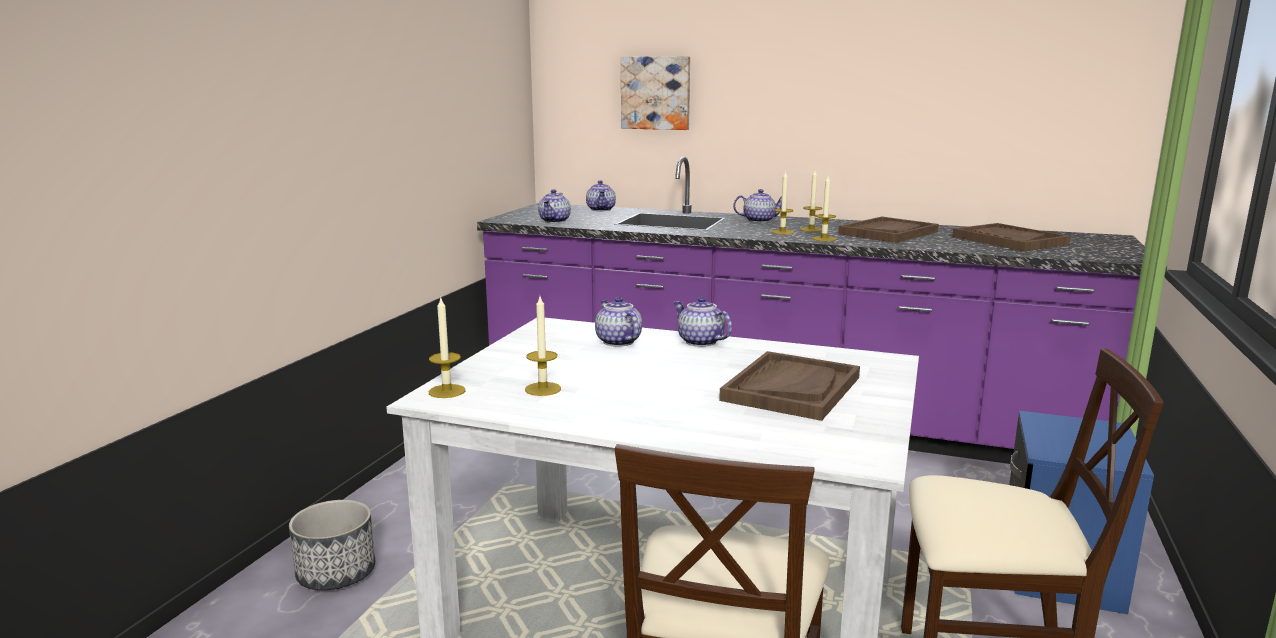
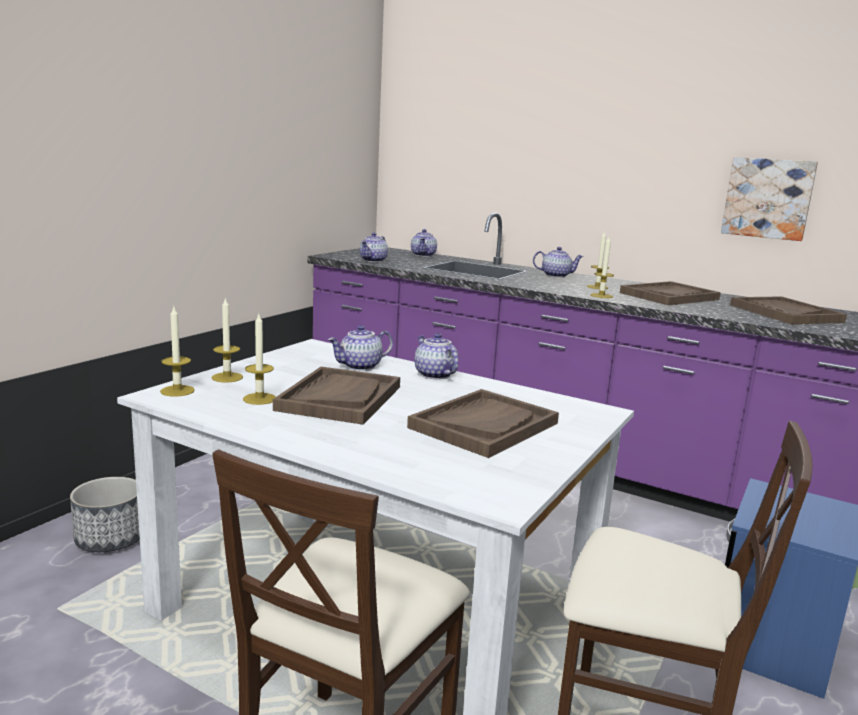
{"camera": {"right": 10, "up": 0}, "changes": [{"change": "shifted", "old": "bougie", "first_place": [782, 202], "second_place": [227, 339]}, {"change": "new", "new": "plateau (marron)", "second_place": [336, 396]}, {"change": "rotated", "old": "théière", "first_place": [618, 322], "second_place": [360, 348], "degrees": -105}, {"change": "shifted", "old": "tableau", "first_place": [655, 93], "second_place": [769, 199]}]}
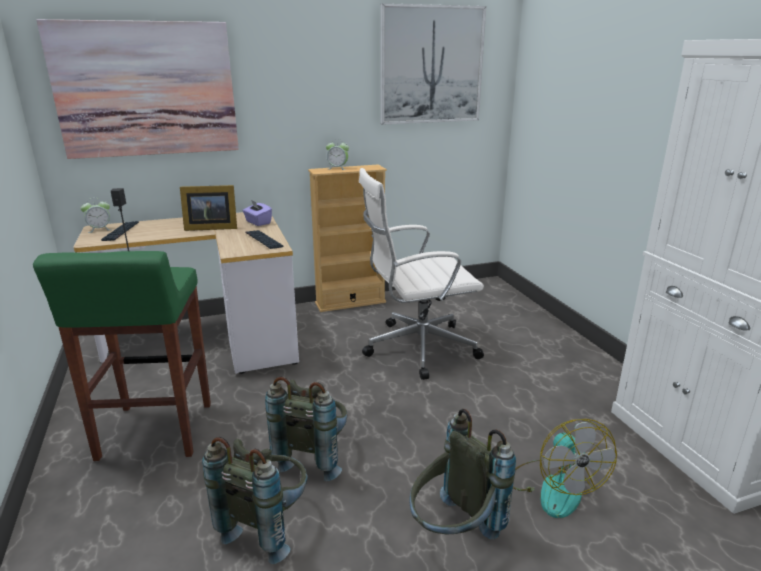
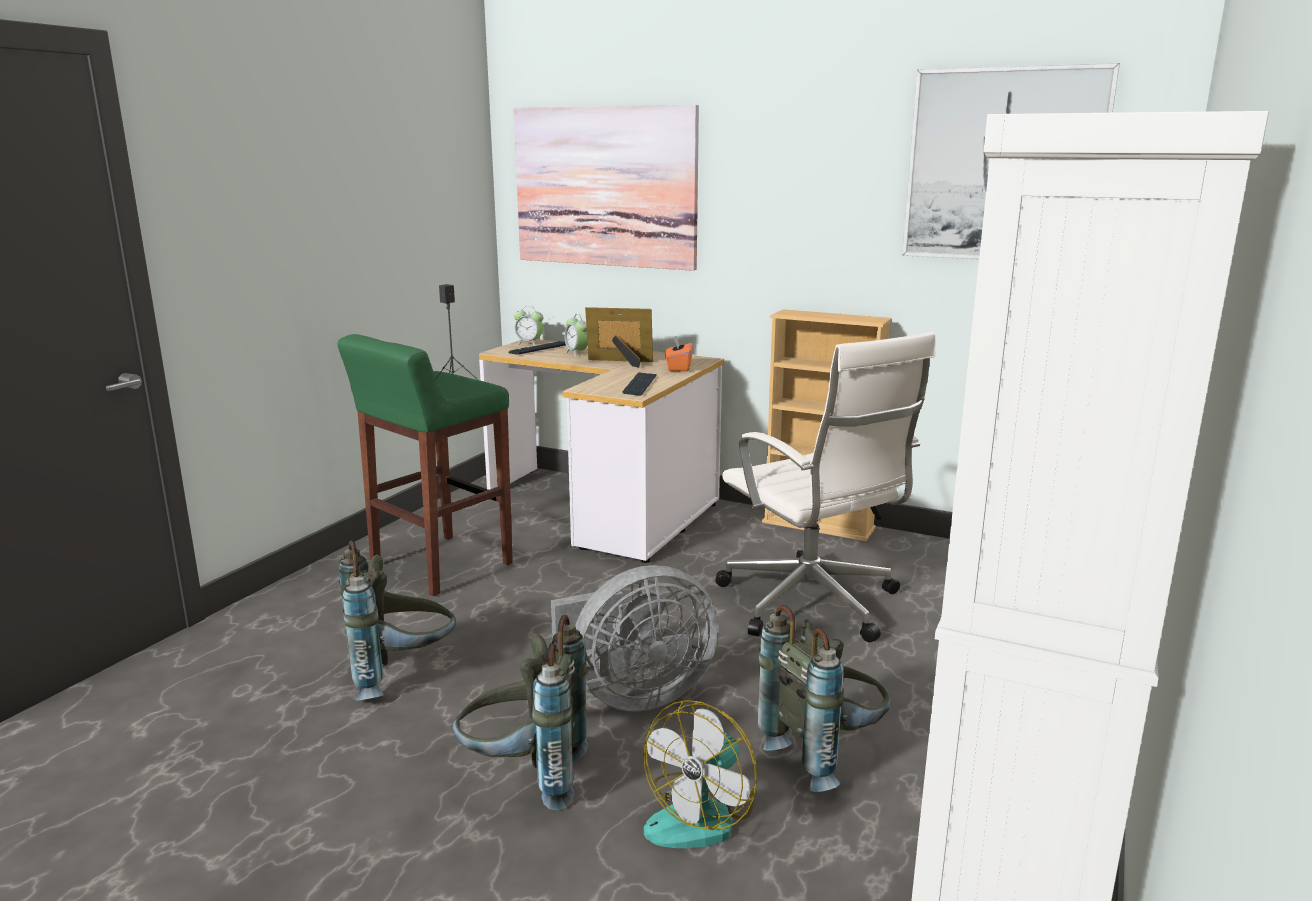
{"camera": {"right": 45, "up": -5}, "changes": [{"change": "new", "new": "ventilateur (gris)", "second_place": [635, 638]}, {"change": "shifted", "old": "réveil", "first_place": [337, 154], "second_place": [576, 335]}, {"change": "rotated", "old": "cadre photo", "first_place": [208, 208], "second_place": [619, 337], "degrees": 150}, {"change": "repainted", "old": "boîte à mouchoirs (violet)", "new": "boîte à mouchoirs (orange)", "first_place": [257, 213], "second_place": [679, 354]}, {"change": "rotated", "old": "chaise de bureau (blanc)", "first_place": [421, 274], "second_place": [825, 487], "degrees": -150}, {"change": "shifted", "old": "sac à dos (gris)", "first_place": [306, 428], "second_place": [824, 698]}]}
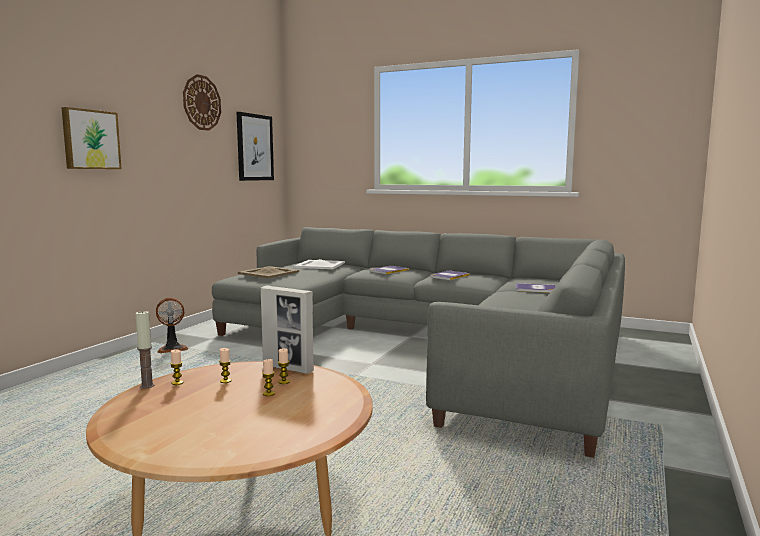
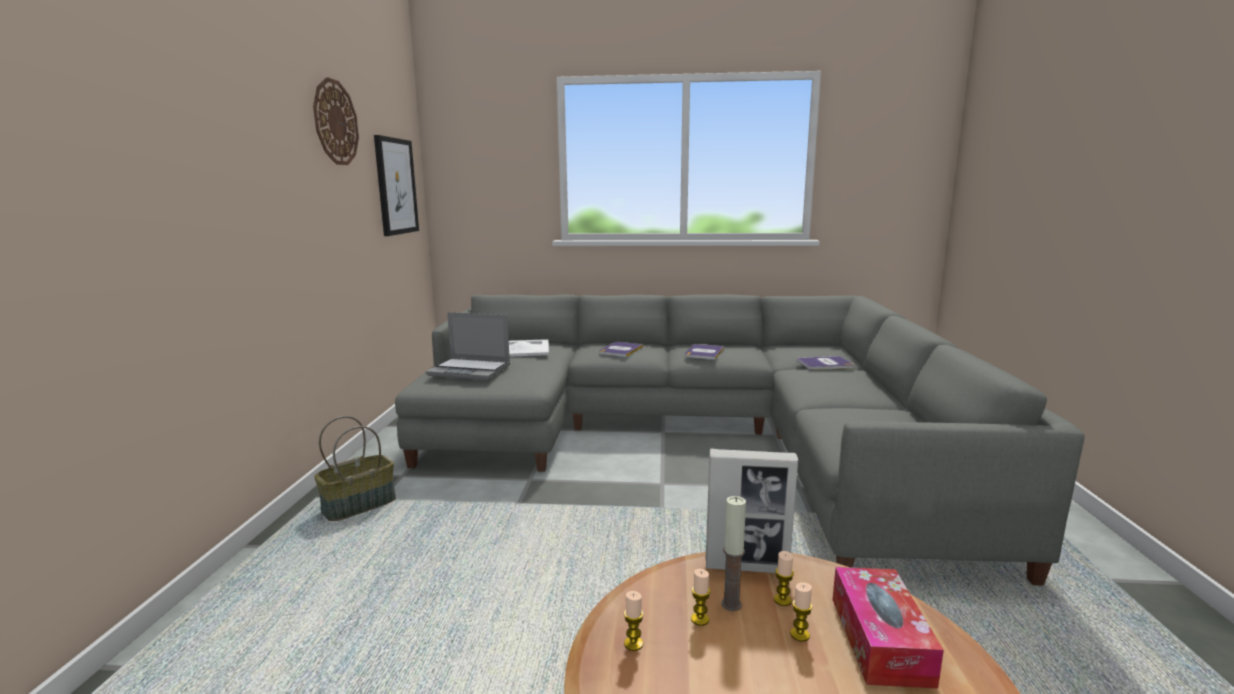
{"camera": {"right": -20, "up": 5}, "changes": [{"change": "swapped", "old": "ventilateur", "new": "panier", "first_place": [172, 325], "second_place": [355, 468]}, {"change": "swapped", "old": "plateau (beige)", "new": "ordinateur portable", "first_place": [268, 272], "second_place": [468, 346]}, {"change": "shifted", "old": "bougie", "first_place": [145, 349], "second_place": [733, 553]}, {"change": "new", "new": "boîte à mouchoirs", "second_place": [888, 628]}, {"change": "gone", "old": "tableau", "first_place": [91, 138]}]}
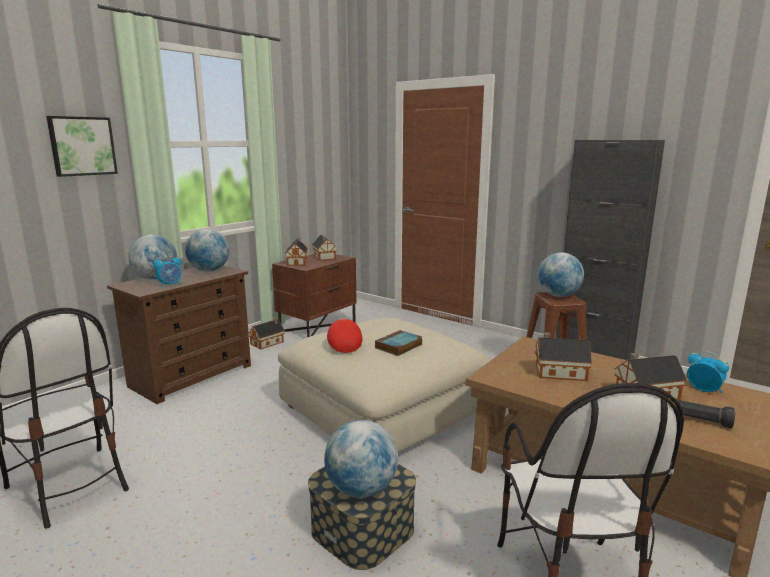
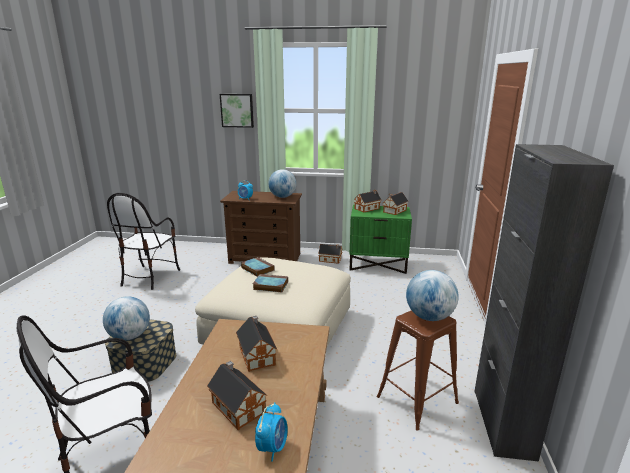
{"camera": {"right": 60, "up": 5}, "changes": [{"change": "swapped", "old": "casquette (rouge)", "new": "livre", "first_place": [344, 335], "second_place": [258, 267]}, {"change": "repainted", "old": "table de chevet (marron)", "new": "table de chevet (vert)", "first_place": [314, 295], "second_place": [380, 239]}, {"change": "gone", "old": "globe", "first_place": [152, 257]}, {"change": "gone", "old": "lampe de poche (noir)", "first_place": [706, 414]}]}
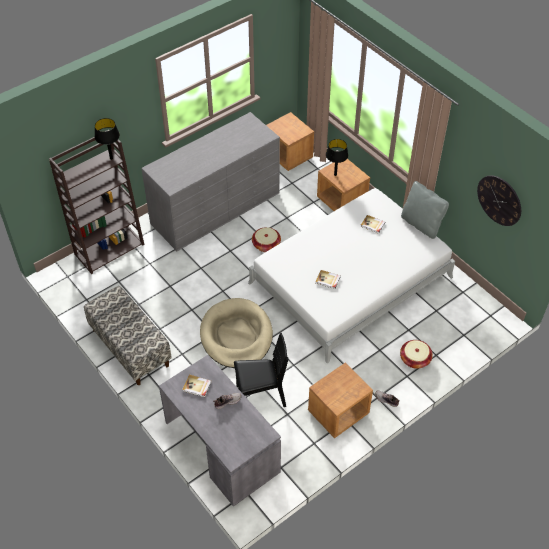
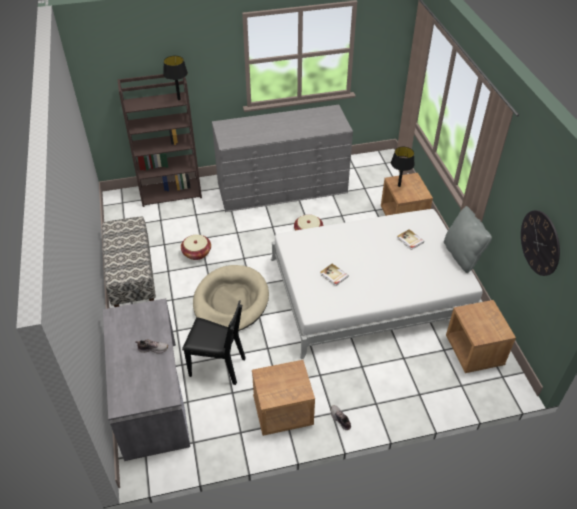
{"camera": {"right": 25, "up": -5}, "changes": [{"change": "shifted", "old": "panier", "first_place": [416, 354], "second_place": [196, 247]}, {"change": "shifted", "old": "table de chevet (marron)", "first_place": [290, 141], "second_place": [481, 336]}, {"change": "gone", "old": "livre", "first_place": [196, 386]}]}
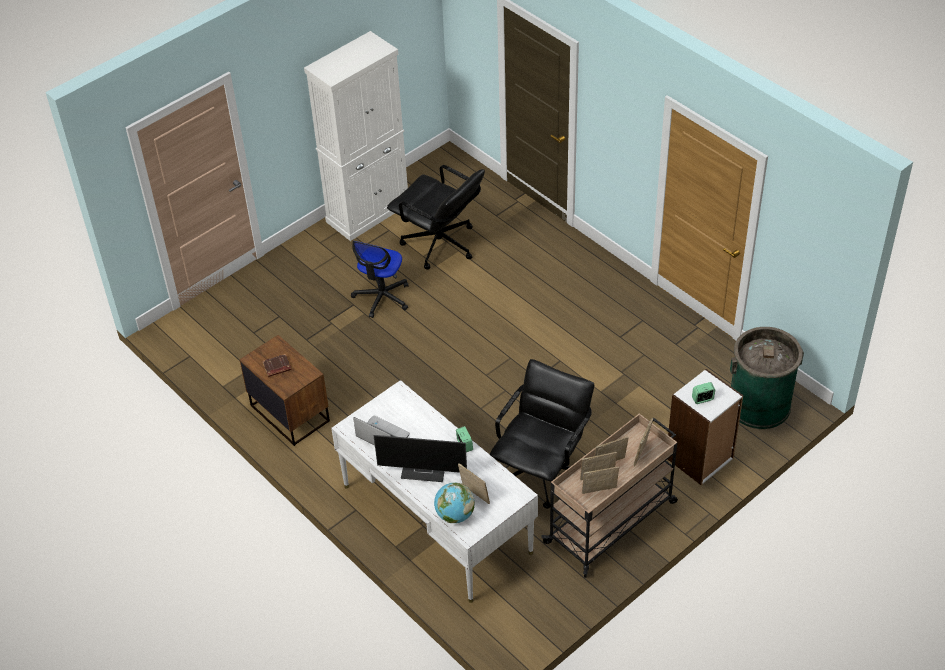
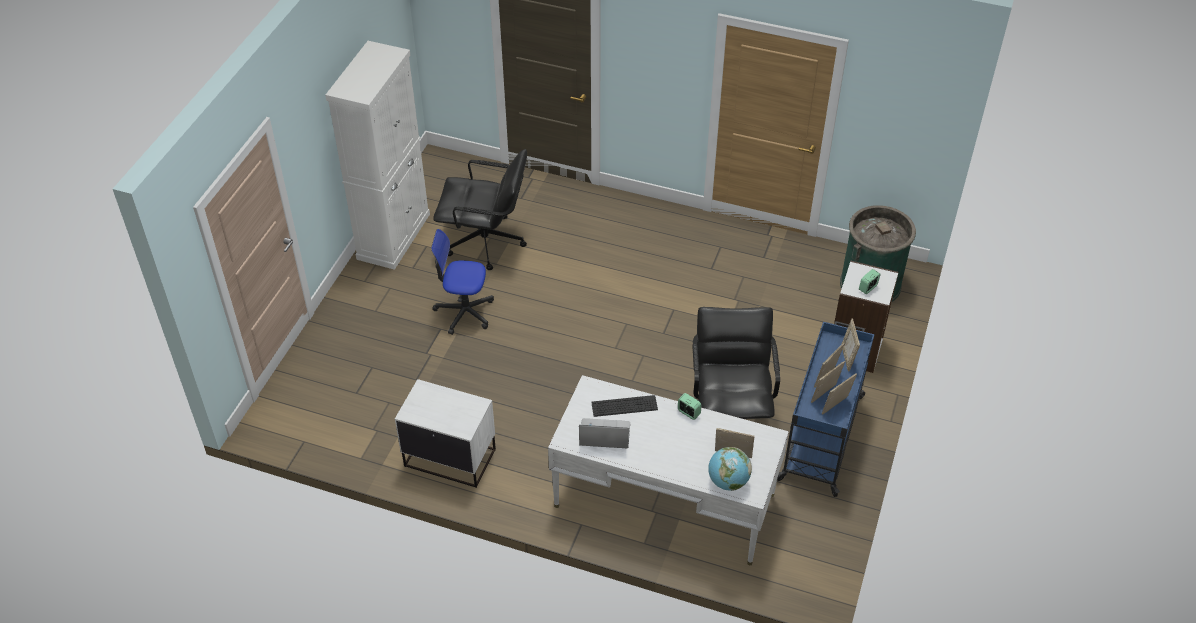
{"camera": {"right": -30, "up": 0}, "changes": [{"change": "repainted", "old": "table de chevet (marron)", "new": "table de chevet (blanc)", "first_place": [284, 390], "second_place": [445, 433]}, {"change": "rotated", "old": "chaise de bureau", "first_place": [380, 279], "second_place": [462, 282], "degrees": 105}, {"change": "new", "new": "clavier", "second_place": [624, 406]}, {"change": "repainted", "old": "chariot (beige)", "new": "chariot (bleu)", "first_place": [609, 495], "second_place": [825, 409]}, {"change": "gone", "old": "livre (marron)", "first_place": [276, 365]}, {"change": "gone", "old": "écran d'ordinateur", "first_place": [420, 458]}]}
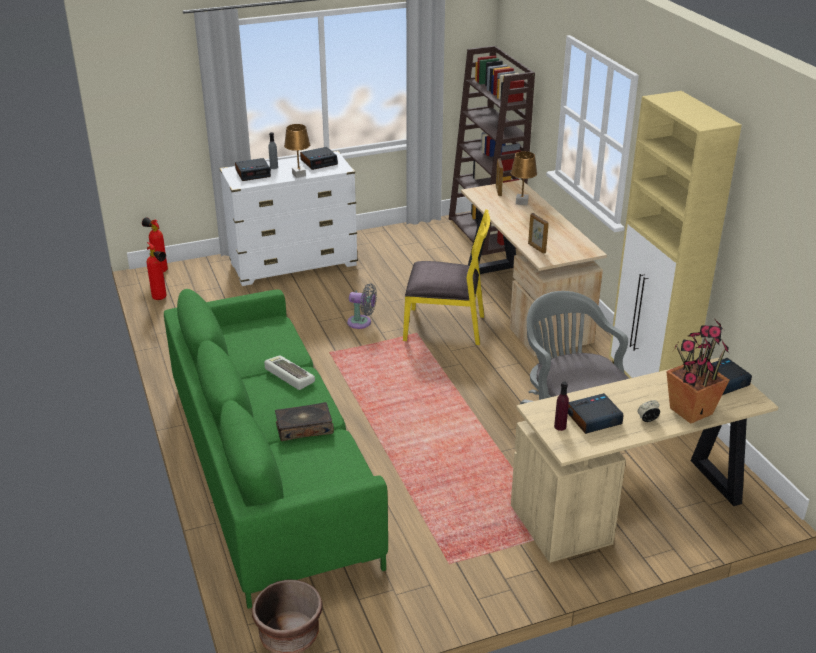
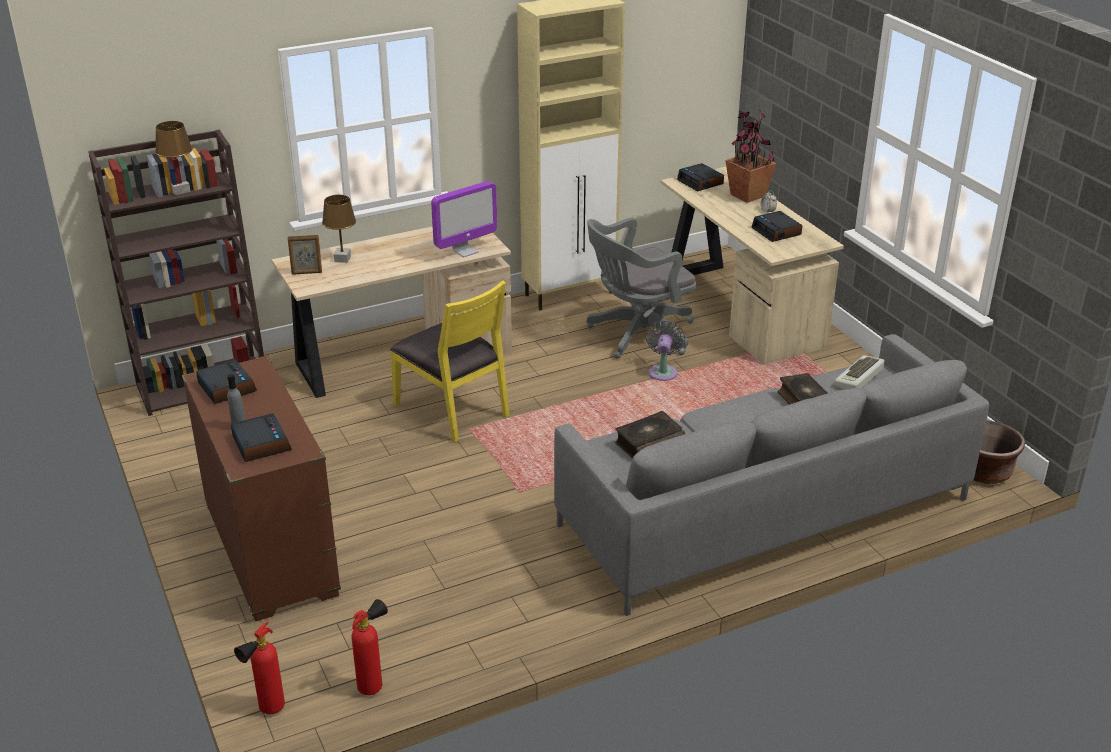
{"camera": {"right": -95, "up": 0}, "changes": [{"change": "shifted", "old": "lampe de table (marron)", "first_place": [297, 151], "second_place": [173, 158]}, {"change": "repainted", "old": "commode (blanc)", "new": "commode (marron)", "first_place": [288, 218], "second_place": [261, 488]}, {"change": "rotated", "old": "chaise (jaune)", "first_place": [446, 277], "second_place": [450, 362], "degrees": 135}, {"change": "swapped", "old": "cadre photo", "new": "écran d'ordinateur", "first_place": [538, 233], "second_place": [464, 219]}, {"change": "repainted", "old": "canapé (vert)", "new": "canapé (gris)", "first_place": [276, 449], "second_place": [771, 475]}, {"change": "new", "new": "livre", "second_place": [650, 434]}, {"change": "shifted", "old": "ventilateur (gris)", "first_place": [362, 306], "second_place": [666, 350]}, {"change": "shifted", "old": "clavier", "first_place": [289, 372], "second_place": [859, 372]}, {"change": "gone", "old": "bouteille (violet)", "first_place": [561, 406]}]}
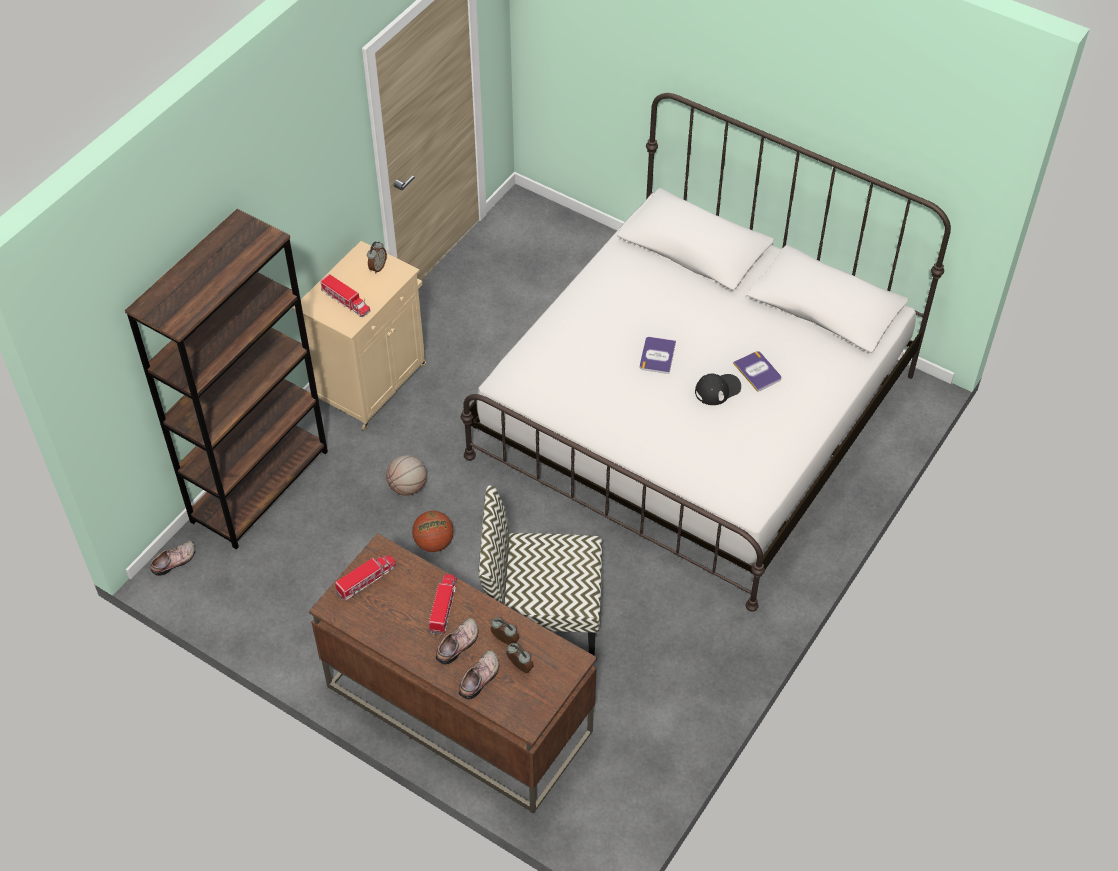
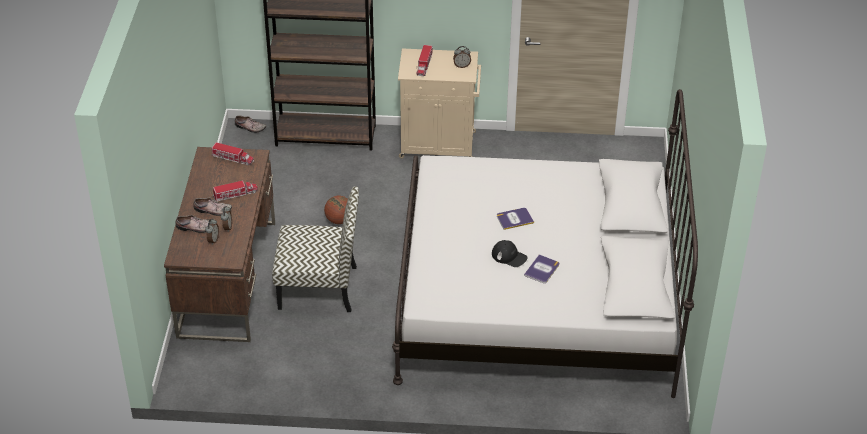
{"camera": {"right": 60, "up": -10}, "changes": [{"change": "rotated", "old": "chaise", "first_place": [540, 570], "second_place": [315, 249], "degrees": 120}, {"change": "gone", "old": "ballon de basket", "first_place": [406, 475]}]}
